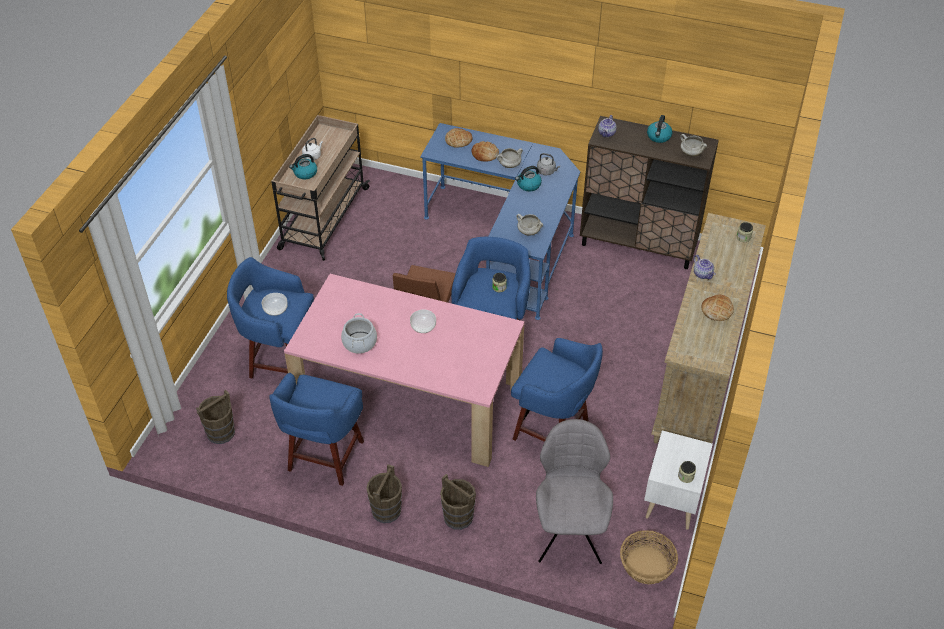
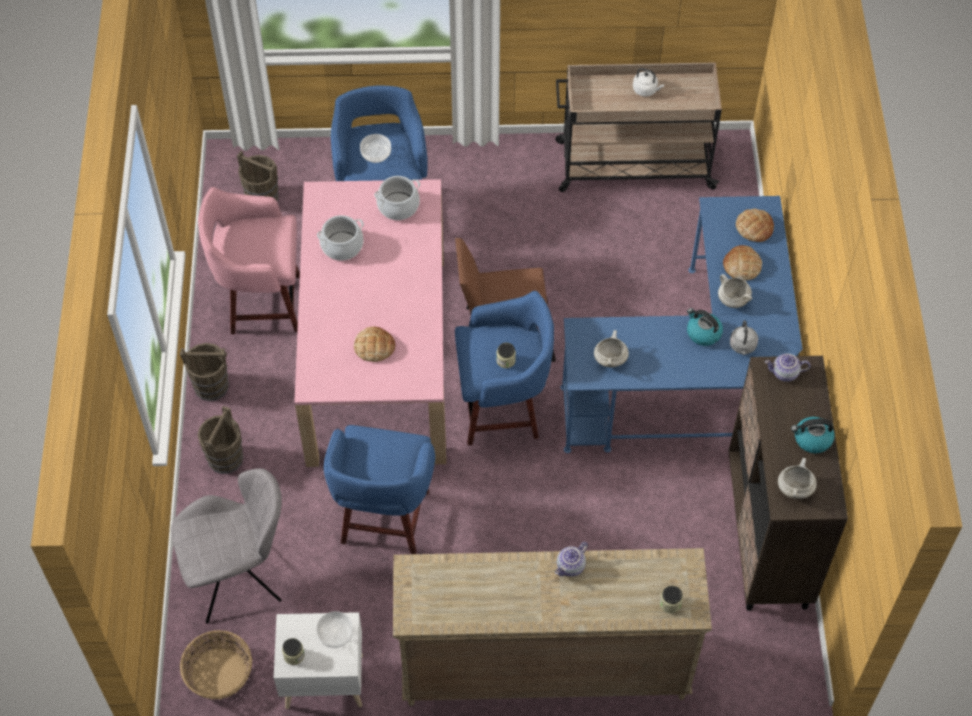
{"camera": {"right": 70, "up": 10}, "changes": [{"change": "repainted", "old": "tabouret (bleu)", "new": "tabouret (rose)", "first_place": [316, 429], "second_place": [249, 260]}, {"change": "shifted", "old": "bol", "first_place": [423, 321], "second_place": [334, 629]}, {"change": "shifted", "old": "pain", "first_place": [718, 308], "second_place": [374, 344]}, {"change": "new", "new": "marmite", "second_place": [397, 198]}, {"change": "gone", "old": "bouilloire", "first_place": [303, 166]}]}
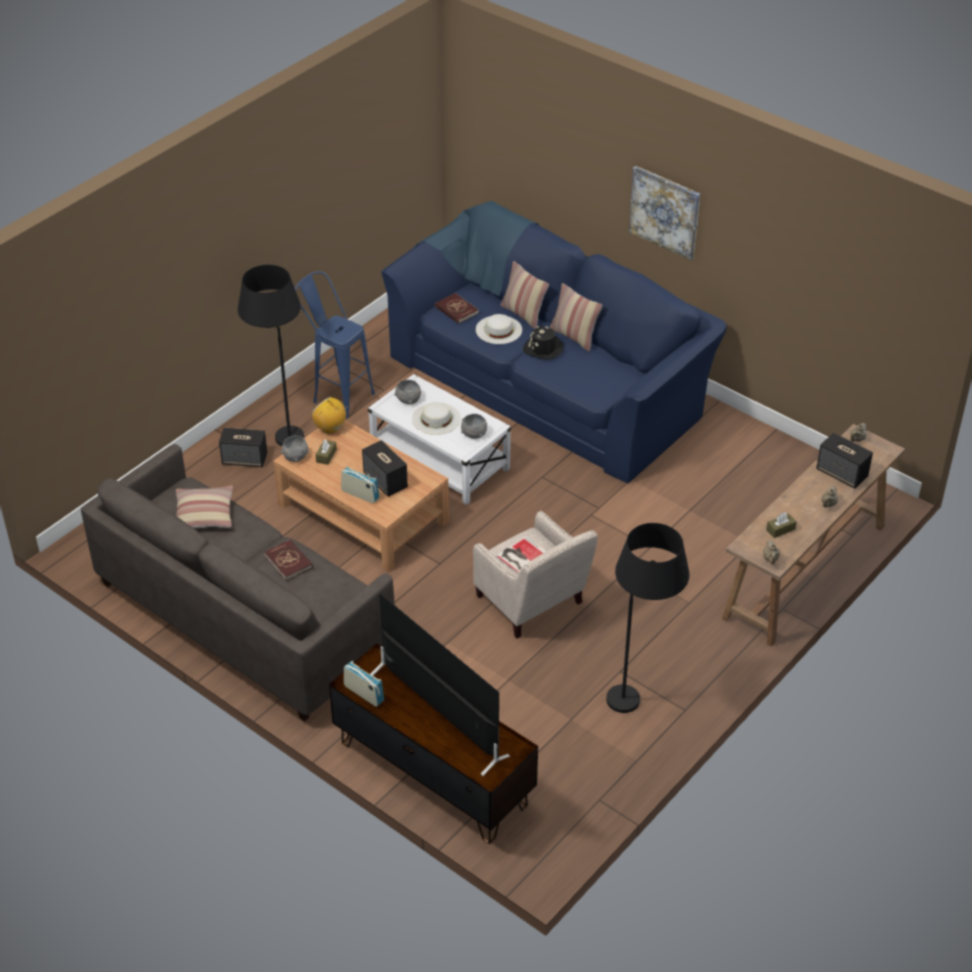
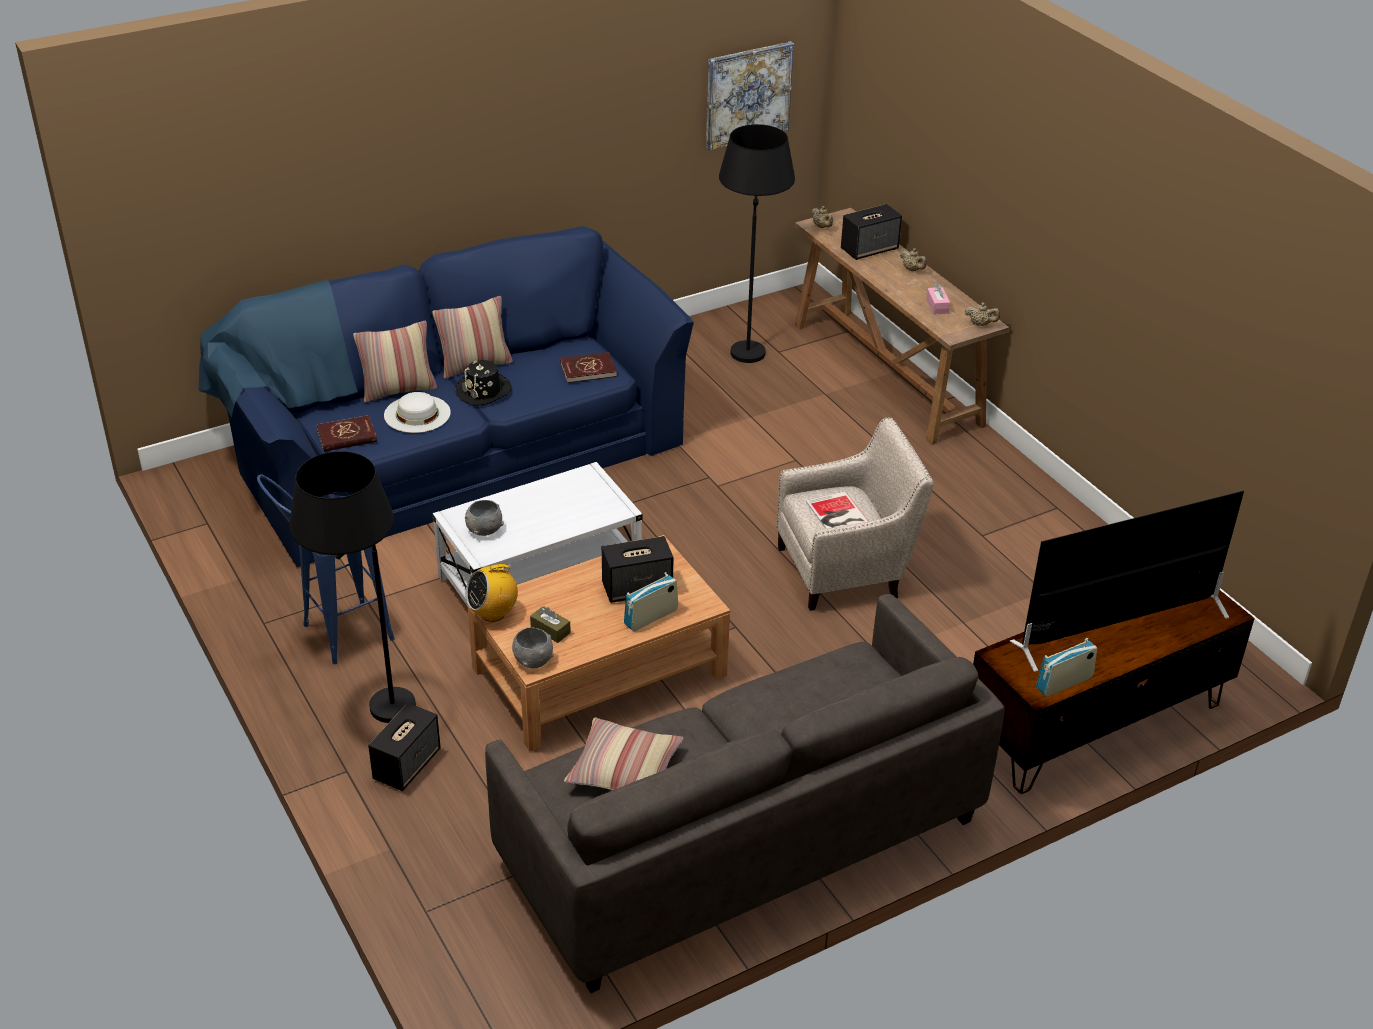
{"camera": {"right": -70, "up": -5}, "changes": [{"change": "shifted", "old": "livre (rouge)", "first_place": [288, 560], "second_place": [588, 367]}, {"change": "shifted", "old": "tableau", "first_place": [664, 213], "second_place": [750, 95]}, {"change": "shifted", "old": "lampadaire (noir)", "first_place": [647, 618], "second_place": [757, 243]}, {"change": "repainted", "old": "boîte à mouchoirs (marron)", "new": "boîte à mouchoirs (rose)", "first_place": [781, 525], "second_place": [938, 299]}, {"change": "gone", "old": "chapeau (blanc)", "first_place": [436, 418]}, {"change": "gone", "old": "bol (gris)", "first_place": [474, 426]}]}
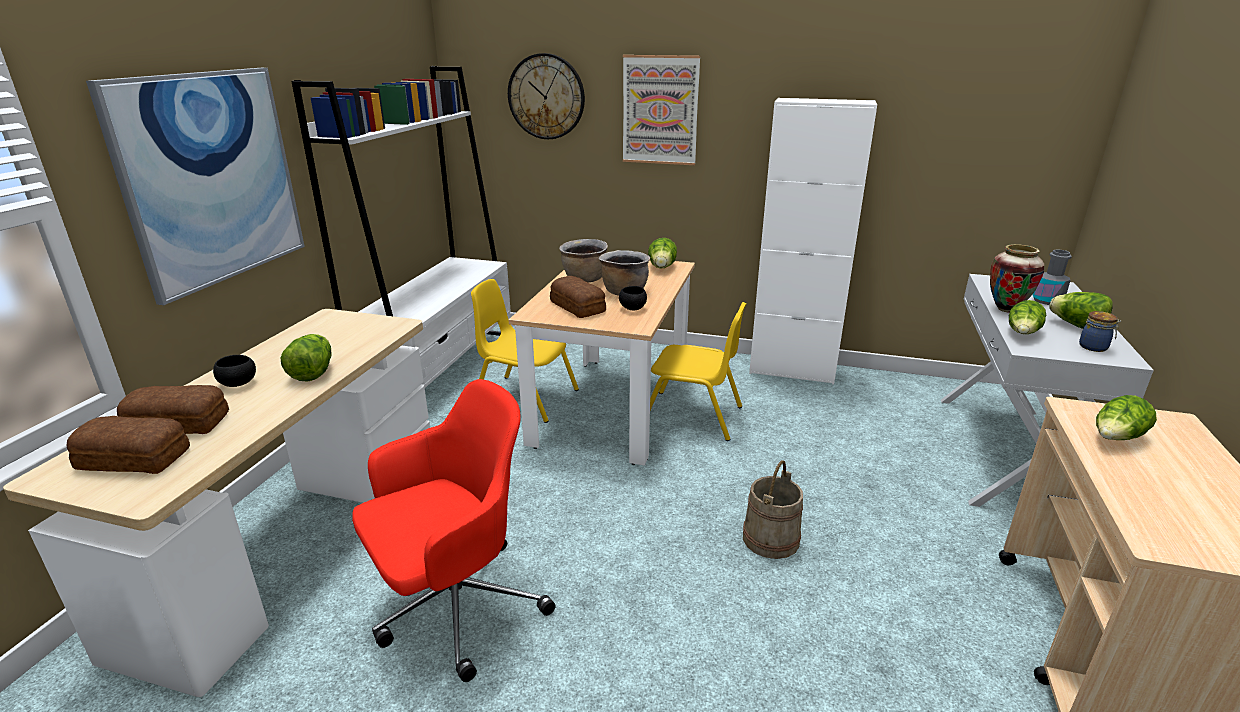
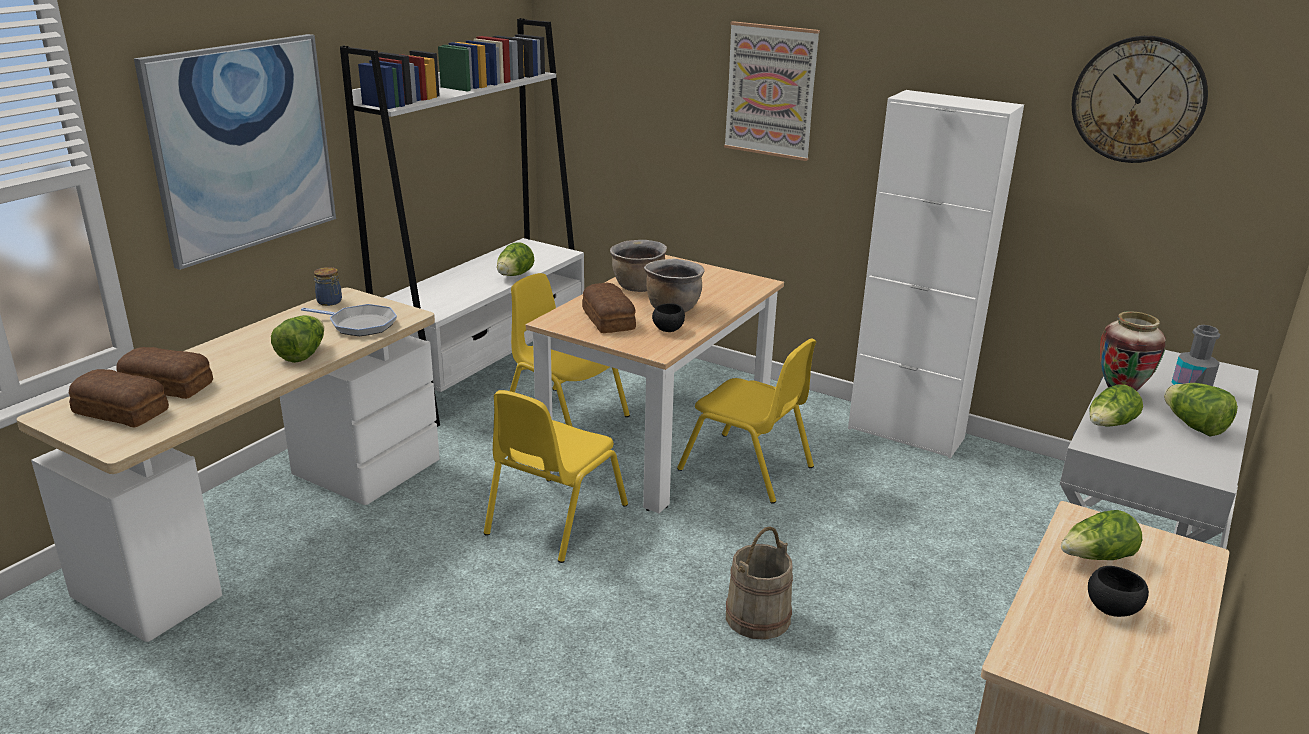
{"camera": {"right": 15, "up": 0}, "changes": [{"change": "new", "new": "poêle", "second_place": [349, 320]}, {"change": "shifted", "old": "bocal", "first_place": [1100, 331], "second_place": [328, 286]}, {"change": "new", "new": "chaise (jaune)", "second_place": [556, 476]}, {"change": "shifted", "old": "laitue", "first_place": [662, 253], "second_place": [515, 259]}, {"change": "shifted", "old": "horloge murale", "first_place": [546, 96], "second_place": [1140, 99]}, {"change": "shifted", "old": "bol (noir)", "first_place": [234, 371], "second_place": [1118, 591]}, {"change": "gone", "old": "chaise de bureau (rouge)", "first_place": [453, 530]}]}
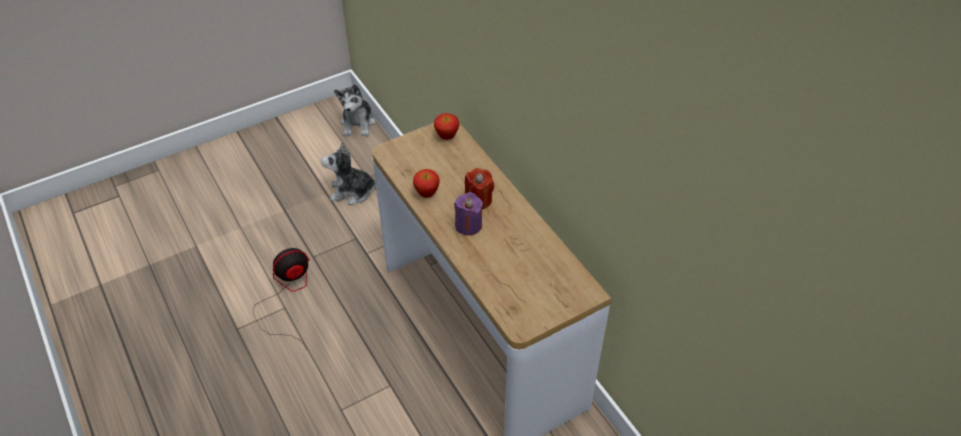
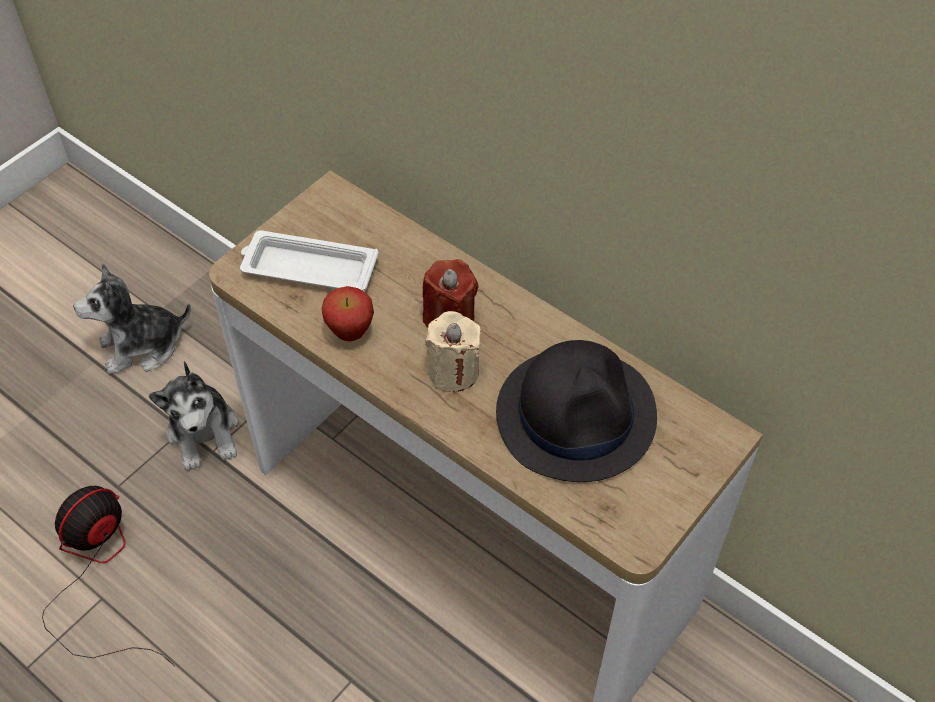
{"camera": {"right": -20, "up": 5}, "changes": [{"change": "shifted", "old": "peluche", "first_place": [355, 110], "second_place": [194, 416]}, {"change": "new", "new": "plateau (blanc)", "second_place": [309, 260]}, {"change": "repainted", "old": "bougie (violet)", "new": "bougie (beige)", "first_place": [468, 213], "second_place": [453, 351]}, {"change": "new", "new": "chapeau (noir)", "second_place": [576, 411]}, {"change": "gone", "old": "pomme", "first_place": [446, 126]}]}
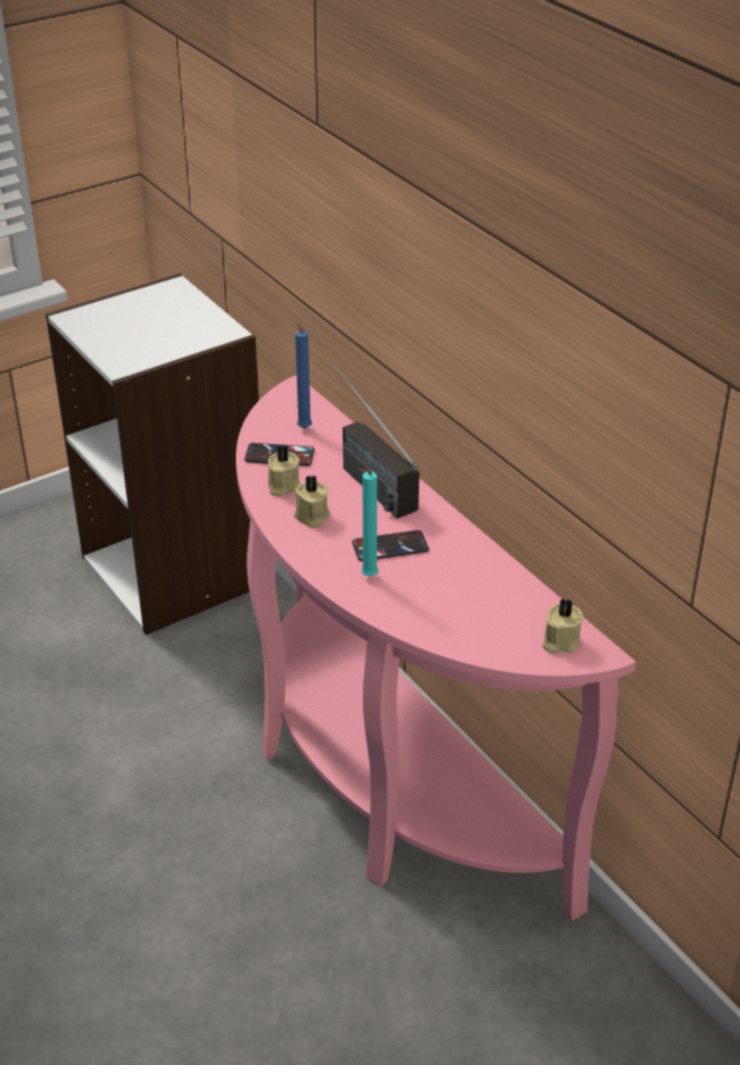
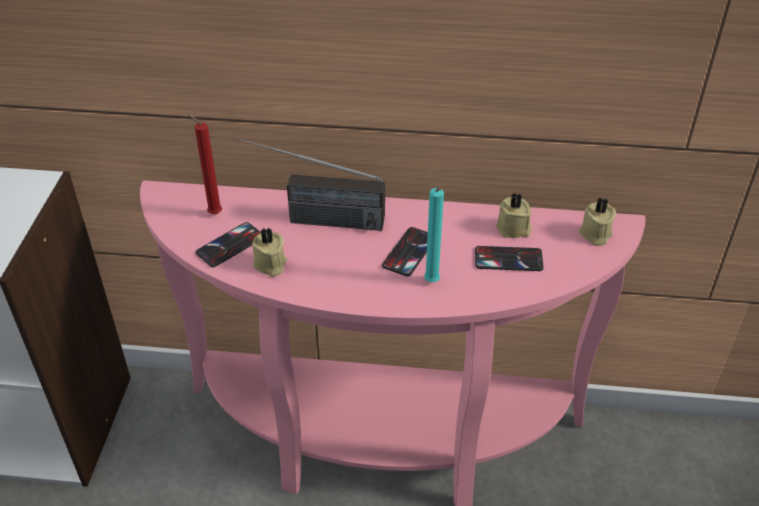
{"camera": {"right": -50, "up": 5}, "changes": [{"change": "repainted", "old": "bougie (bleu)", "new": "bougie (rouge)", "first_place": [303, 372], "second_place": [204, 163]}, {"change": "new", "new": "téléphone", "second_place": [509, 258]}, {"change": "shifted", "old": "bougie (beige)", "first_place": [312, 501], "second_place": [514, 215]}]}
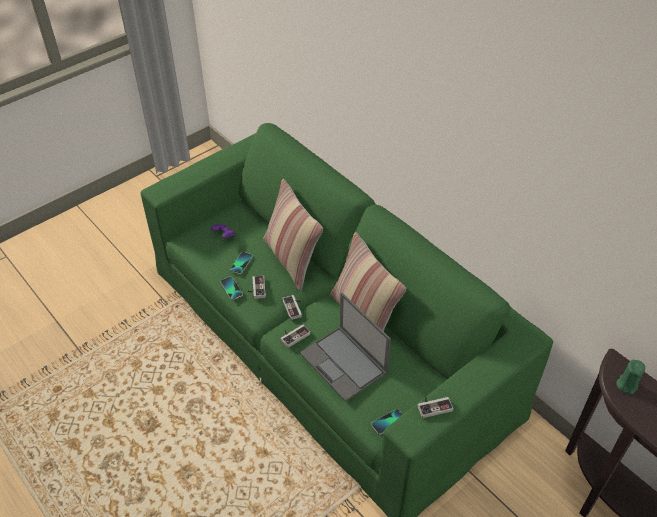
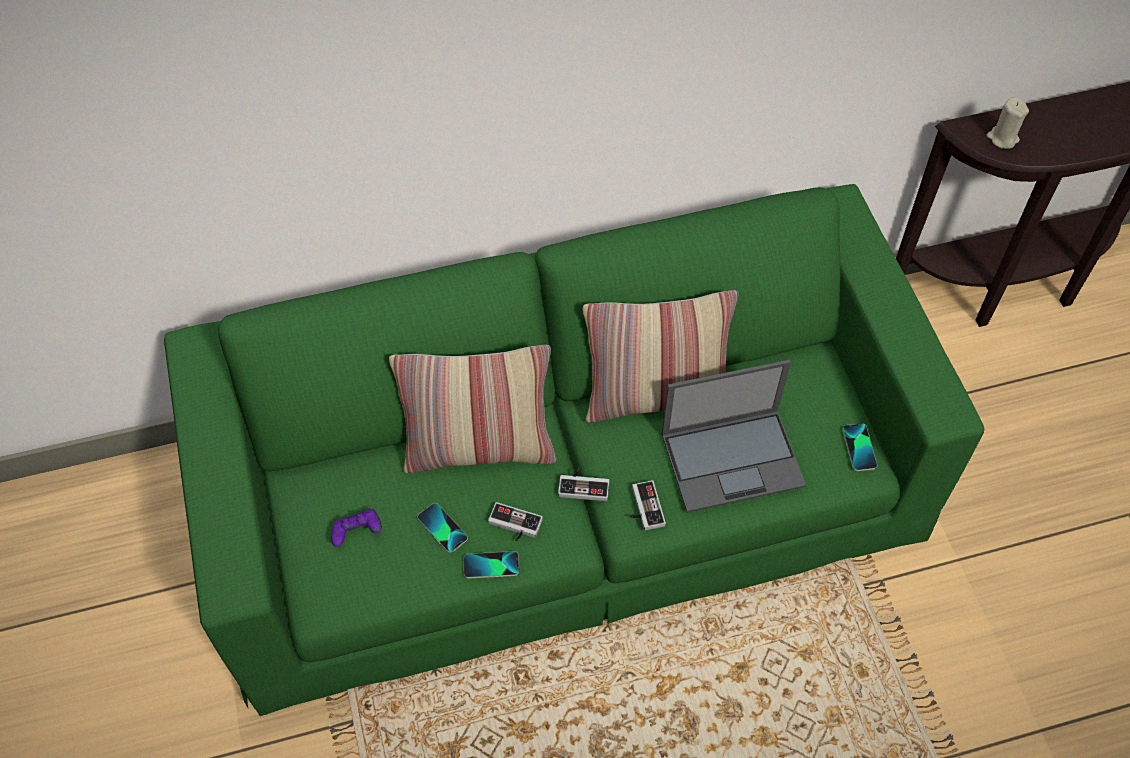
{"camera": {"right": -65, "up": 10}, "changes": [{"change": "repainted", "old": "bougie (vert)", "new": "bougie (beige)", "first_place": [630, 377], "second_place": [1007, 123]}, {"change": "gone", "old": "manette", "first_place": [435, 407]}]}
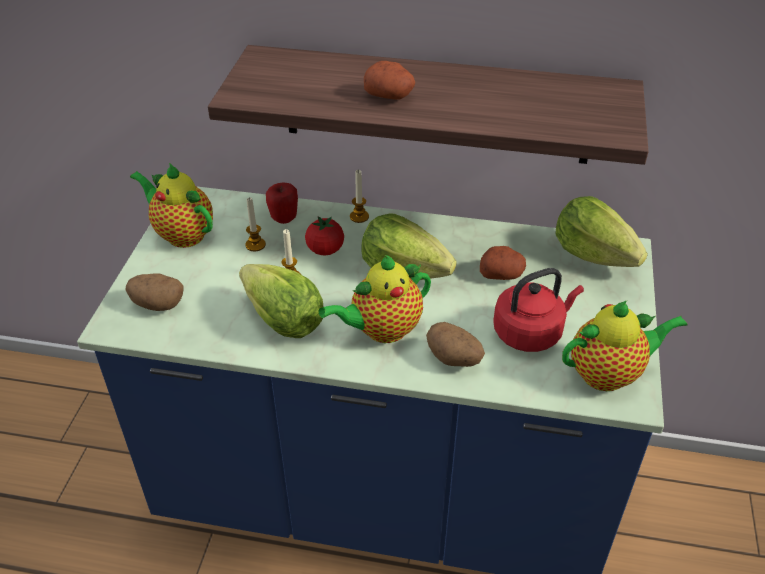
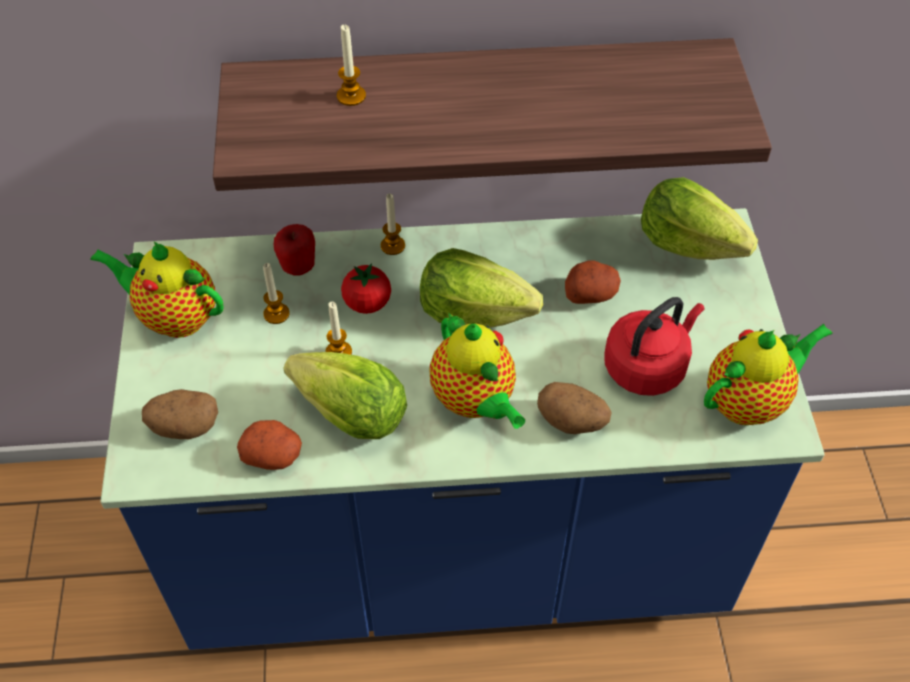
{"camera": {"right": -15, "up": 10}, "changes": [{"change": "shifted", "old": "pomme de terre", "first_place": [389, 80], "second_place": [269, 445]}, {"change": "new", "new": "bougie", "second_place": [351, 65]}, {"change": "rotated", "old": "théière", "first_place": [375, 299], "second_place": [477, 370], "degrees": -75}]}
